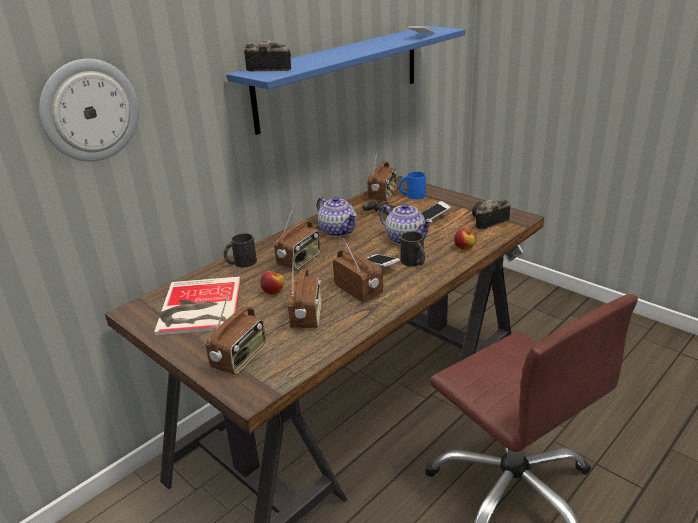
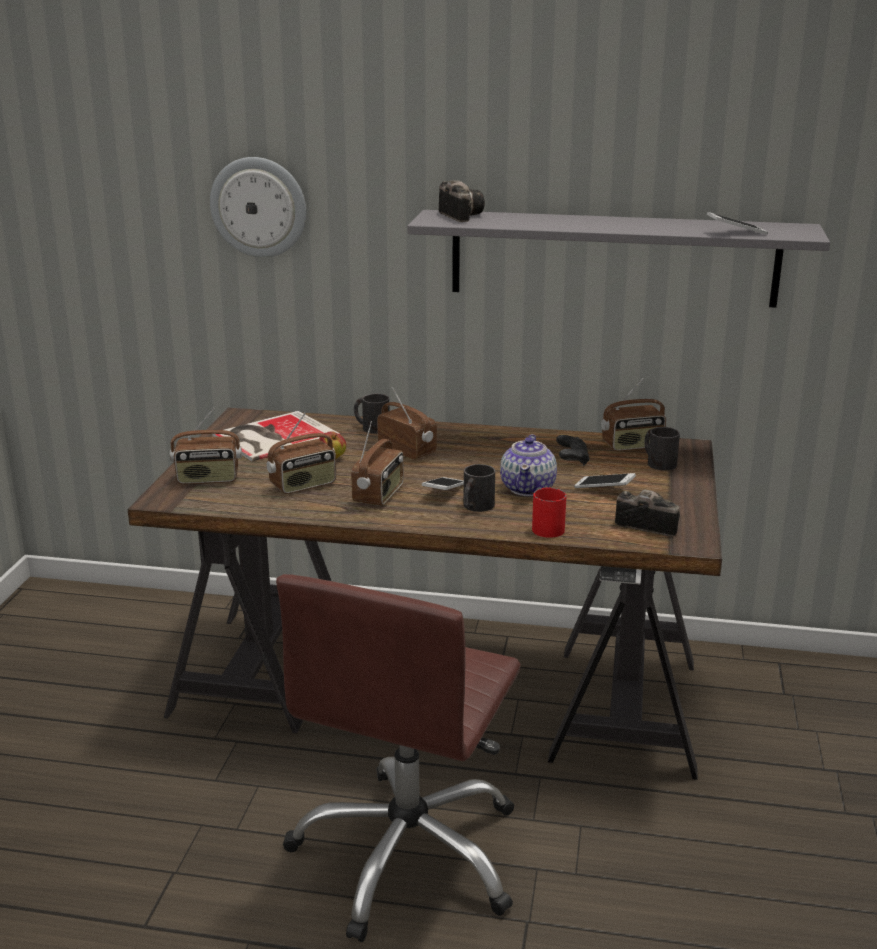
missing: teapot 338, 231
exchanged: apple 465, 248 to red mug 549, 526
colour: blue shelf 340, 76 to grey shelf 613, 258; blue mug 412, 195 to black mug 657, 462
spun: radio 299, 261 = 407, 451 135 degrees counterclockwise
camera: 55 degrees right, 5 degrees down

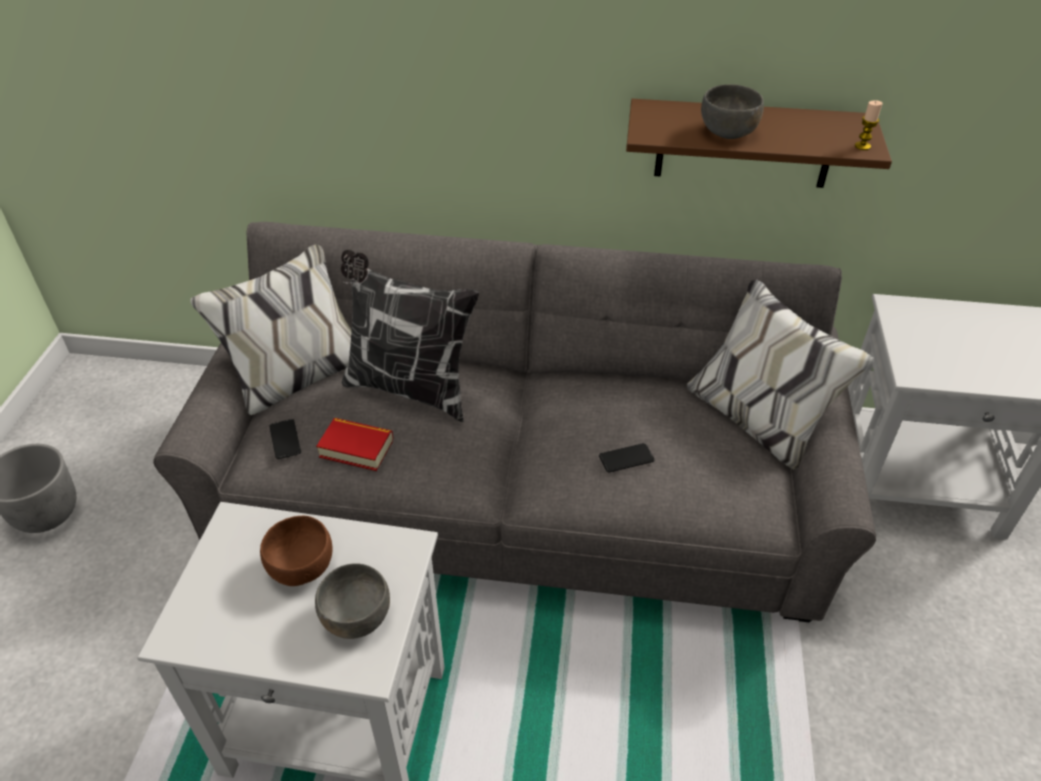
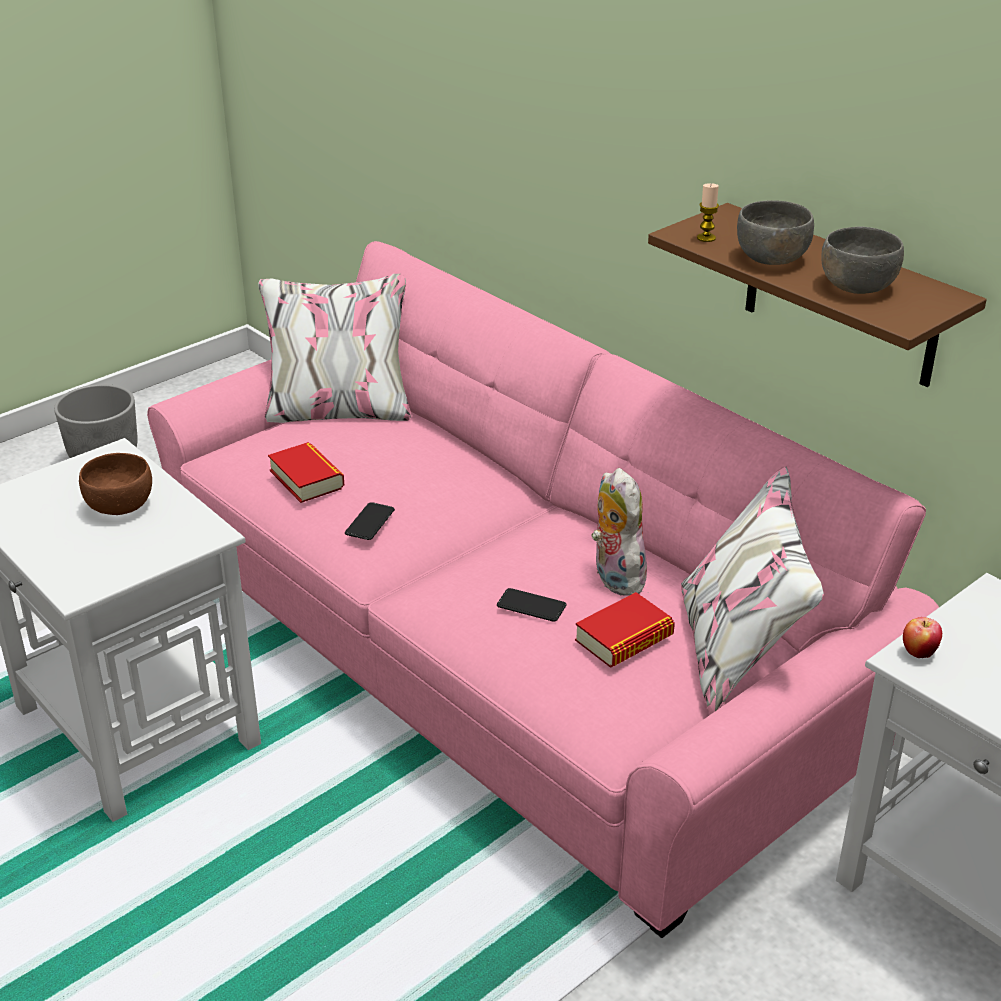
missing: pillow 409, 388
appeared: plush toy 614, 577; book 624, 638; apple 918, 652
relocated: candle 862, 146 to 706, 238; phone 285, 439 to 370, 522; grey bowl 356, 617 to 856, 286
colour: grey sofa 521, 491 to pink sofa 503, 651
camera: 40 degrees right, 10 degrees down

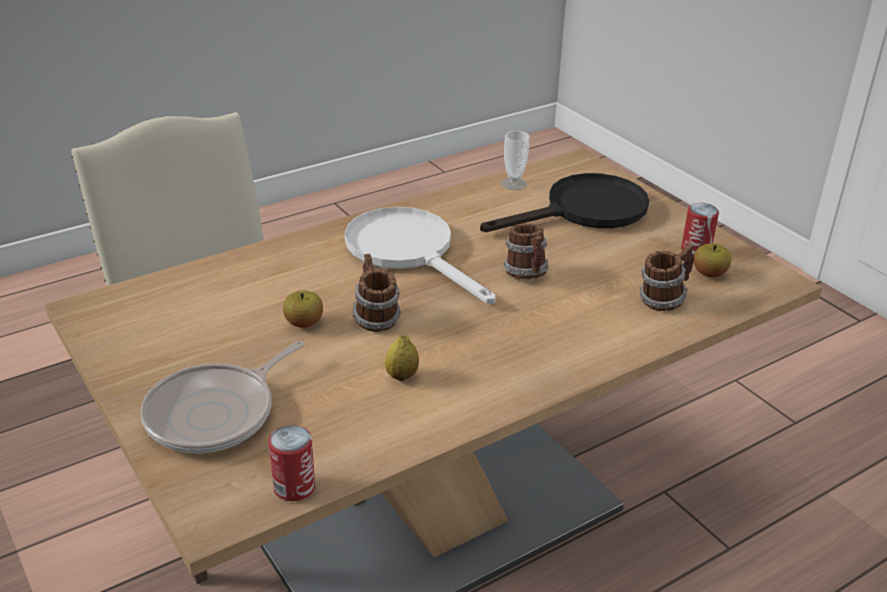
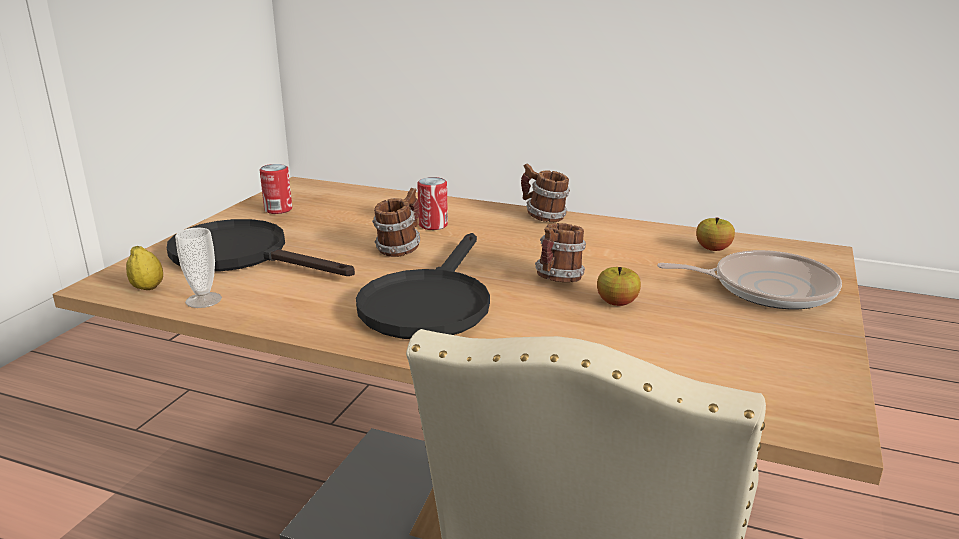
relocated: mug 663, 300 to 543, 217; apple 709, 274 to 713, 249; lemon 402, 376 to 148, 288; can 294, 487 to 433, 225
colour: white frying pan 409, 251 to black frying pan 429, 303
camera: 125 degrees left, 10 degrees down

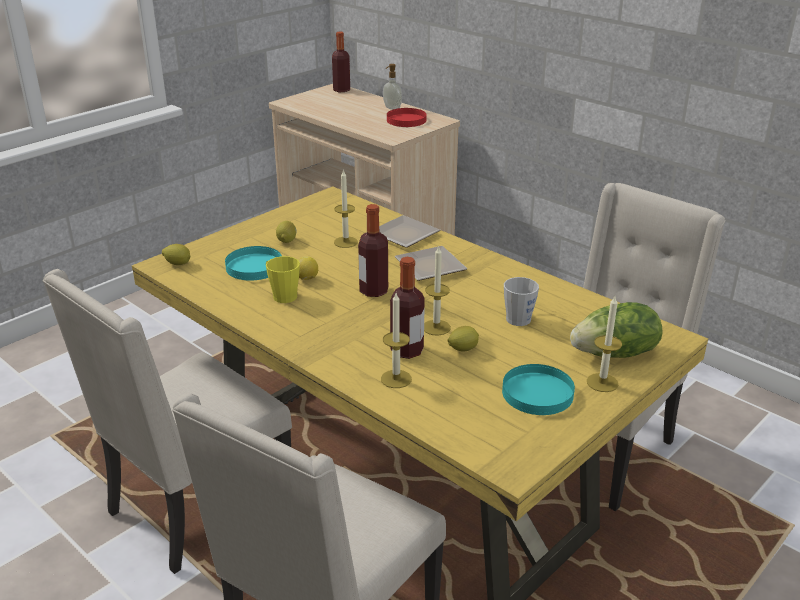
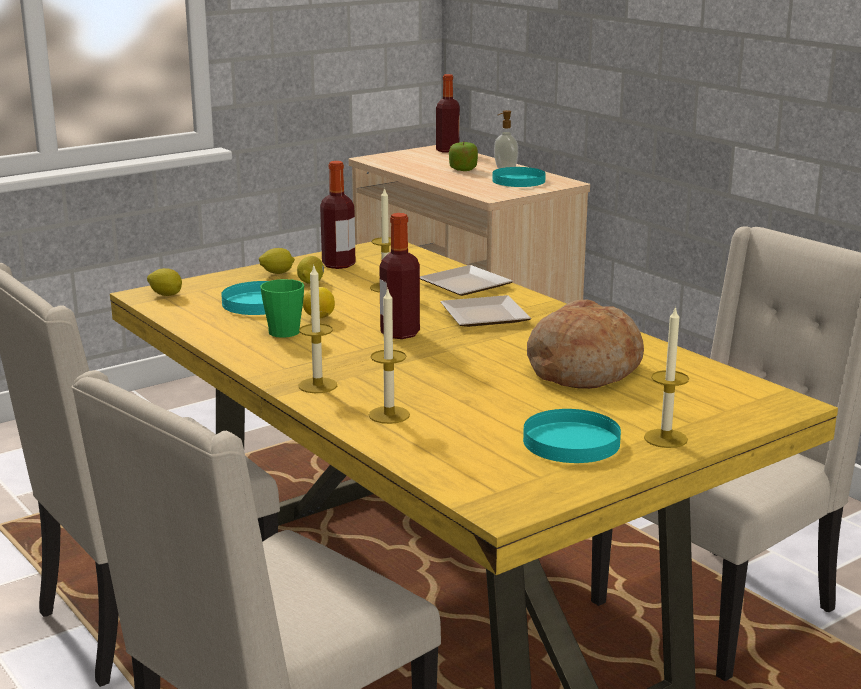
missing: lettuce 615, 354
appeared: apple 463, 169
relocated: candle 436, 327 to 317, 385; bottle 407, 351 to 338, 265; lemon 462, 349 to 277, 273
exchanged: grey mug 520, 316 to bread 583, 369
colour: red plate 406, 120 to turquoise plate 518, 180; yellow mug 282, 295 to green mug 281, 330
camera: 10 degrees right, 10 degrees down

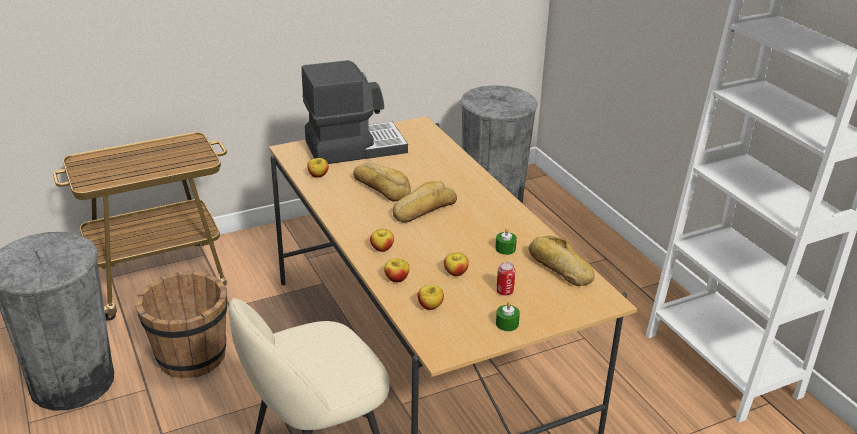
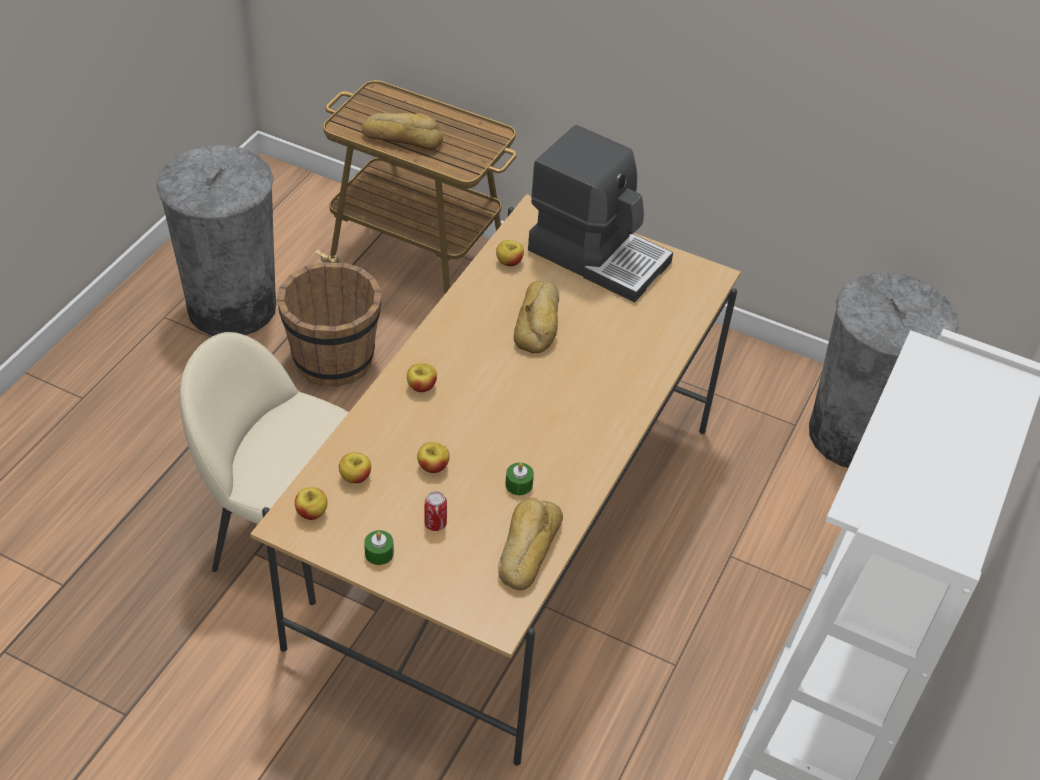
relocated: bread 423, 208 to 403, 137; apple 396, 279 to 312, 512
camera: 50 degrees right, 15 degrees up

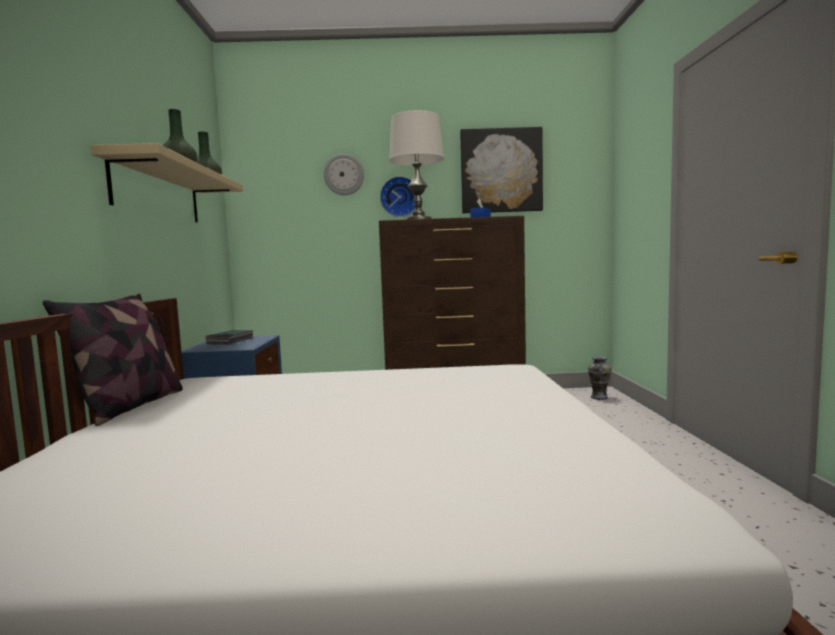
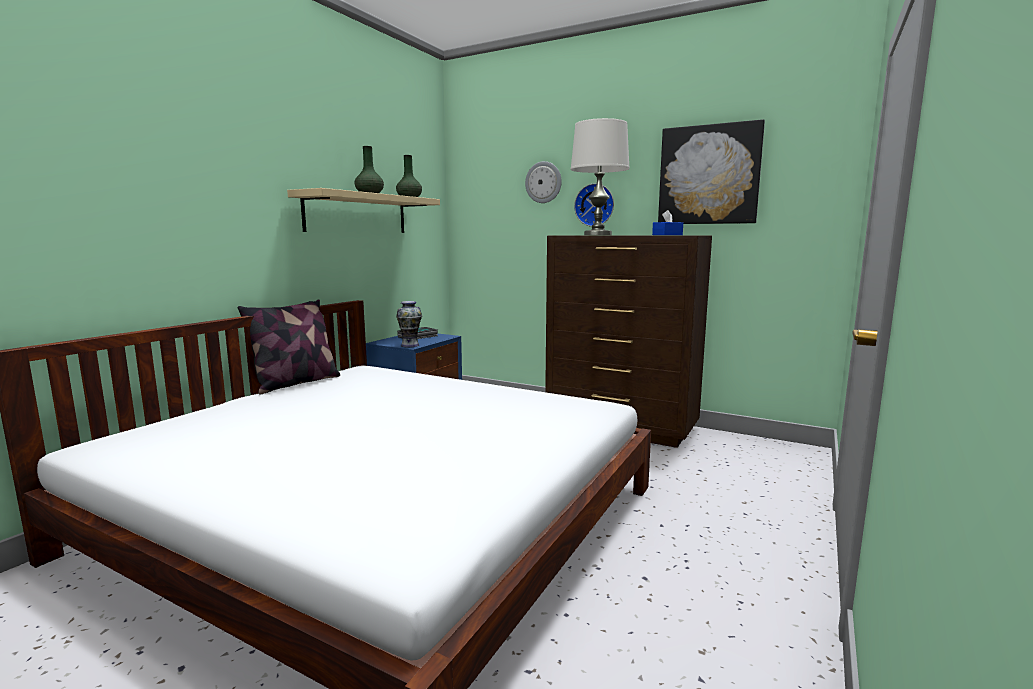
relocated: vase 599, 397 to 410, 345
camera: 30 degrees right, 5 degrees up

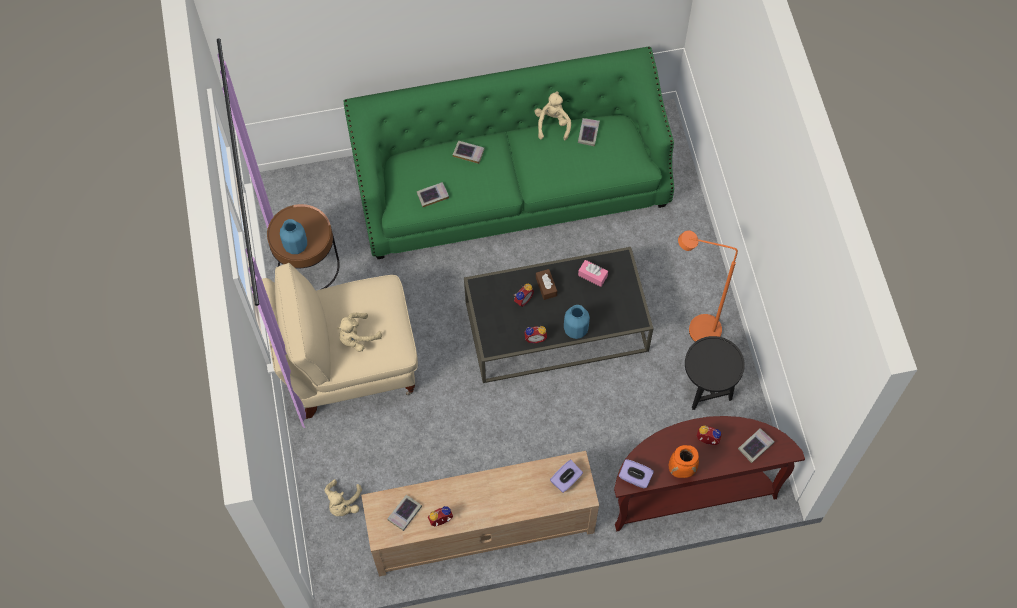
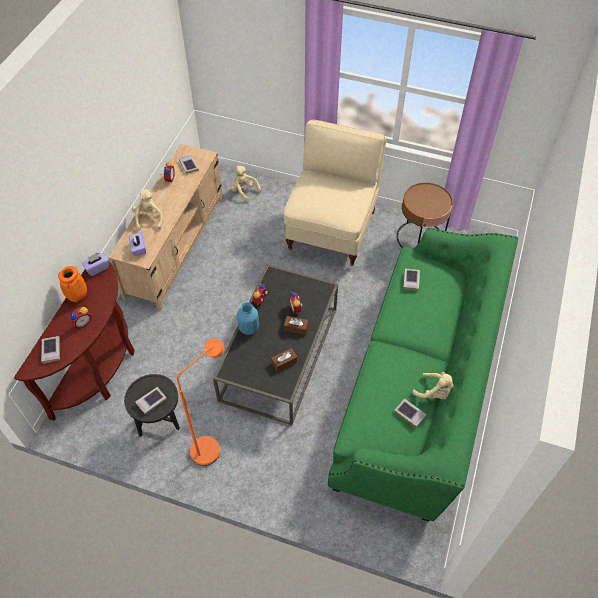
missing: blue vase 295, 245
relocated: book 468, 153 to 151, 401; beige plush toy 357, 338 to 149, 219
colour: pink tissue box 592, 275 to brown tissue box 284, 362
camera: 120 degrees right, 10 degrees down

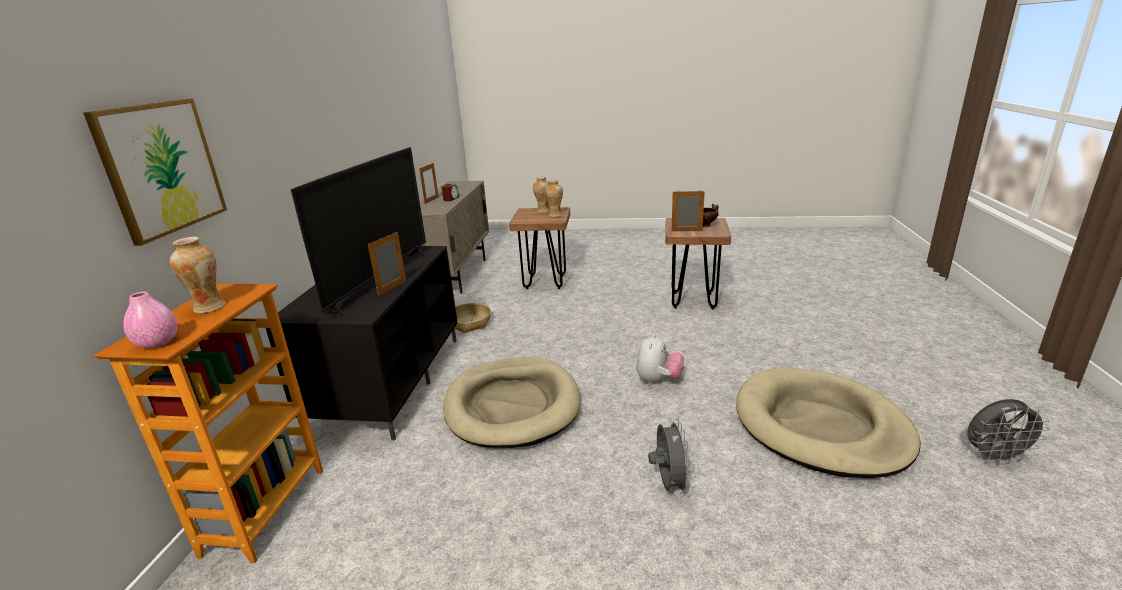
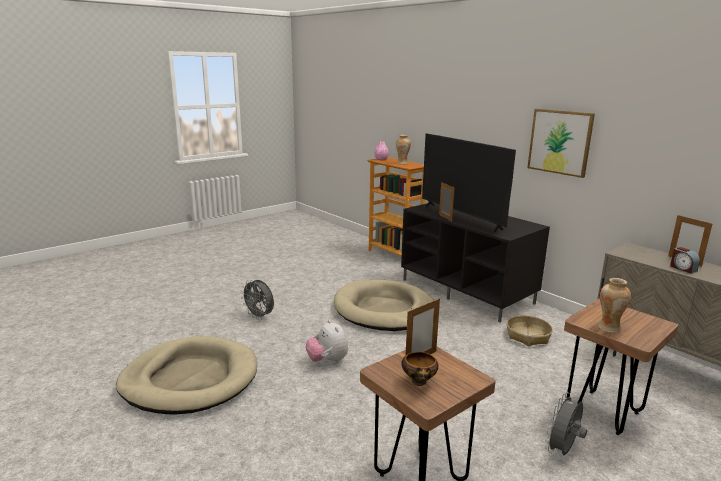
missing: vase 543, 211
relocated: picture 161, 168 to 560, 142; grey fan 995, 457 to 562, 451
camera: 130 degrees right, 5 degrees down

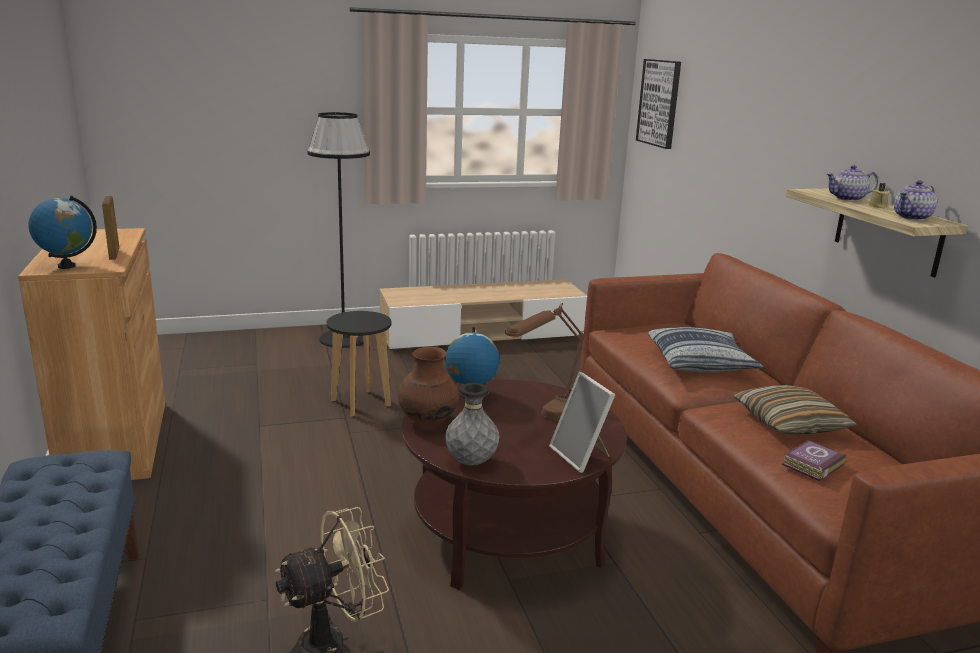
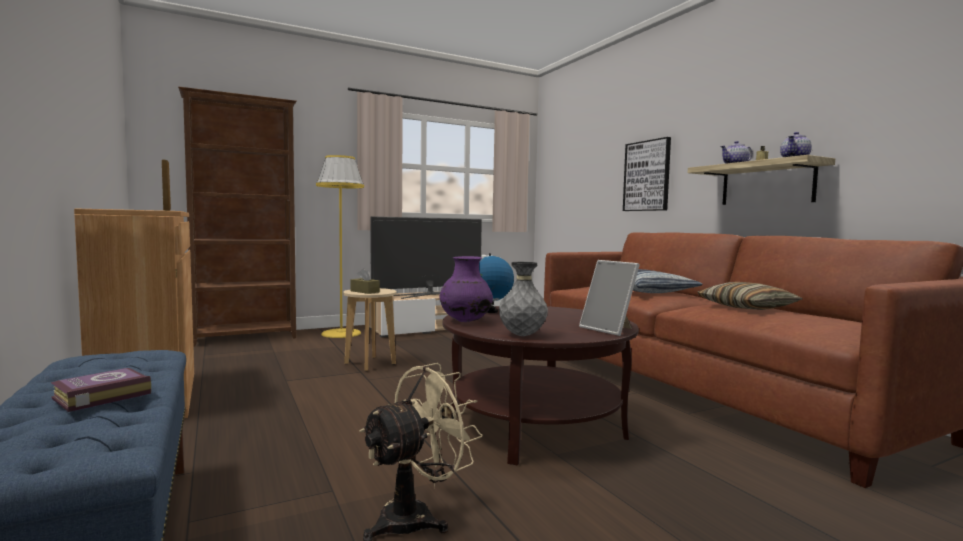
missing: globe 66, 266; brown table lamp 544, 422
appeared: brown bookcase 246, 338; television 429, 295; brown tissue box 365, 291
relocated: picture 659, 103 to 647, 176; book 811, 465 to 99, 396
colour: black floor lamp 344, 339 to yellow floor lamp 341, 333; black stool 361, 403 to beige stool 370, 364; brown vase 427, 420 to purple vase 465, 321
camera: 10 degrees left, 15 degrees down

